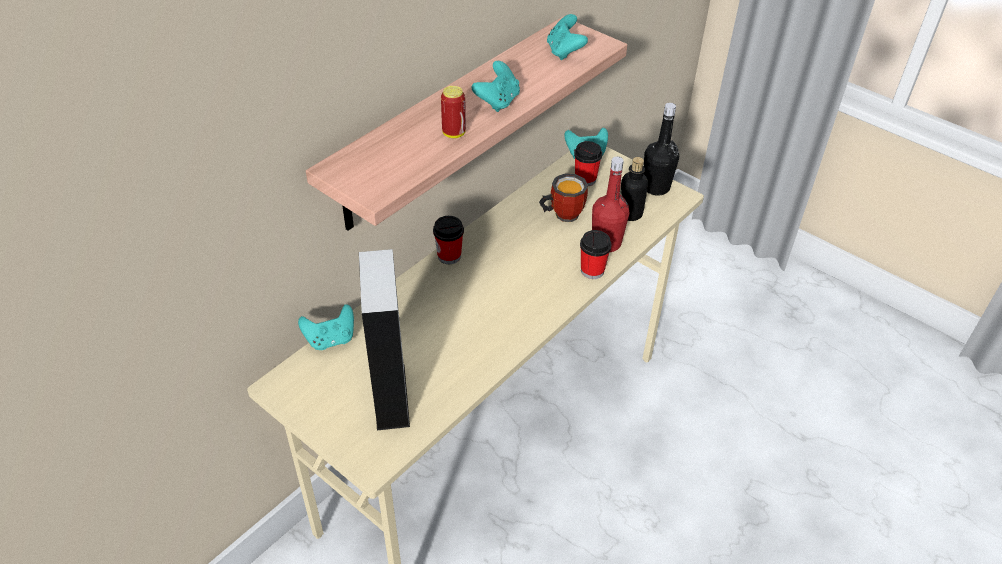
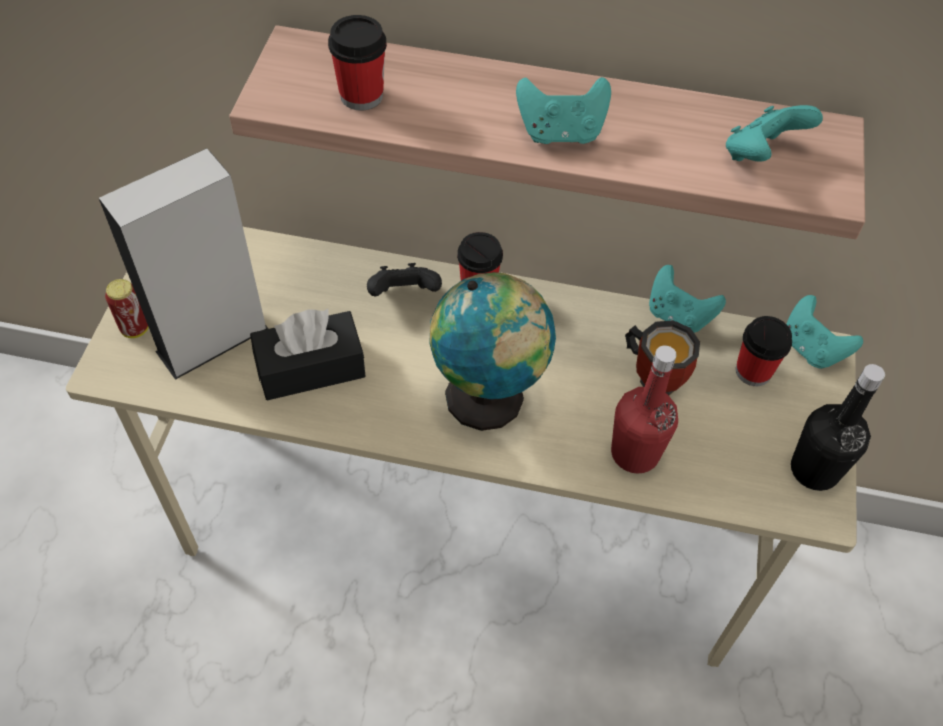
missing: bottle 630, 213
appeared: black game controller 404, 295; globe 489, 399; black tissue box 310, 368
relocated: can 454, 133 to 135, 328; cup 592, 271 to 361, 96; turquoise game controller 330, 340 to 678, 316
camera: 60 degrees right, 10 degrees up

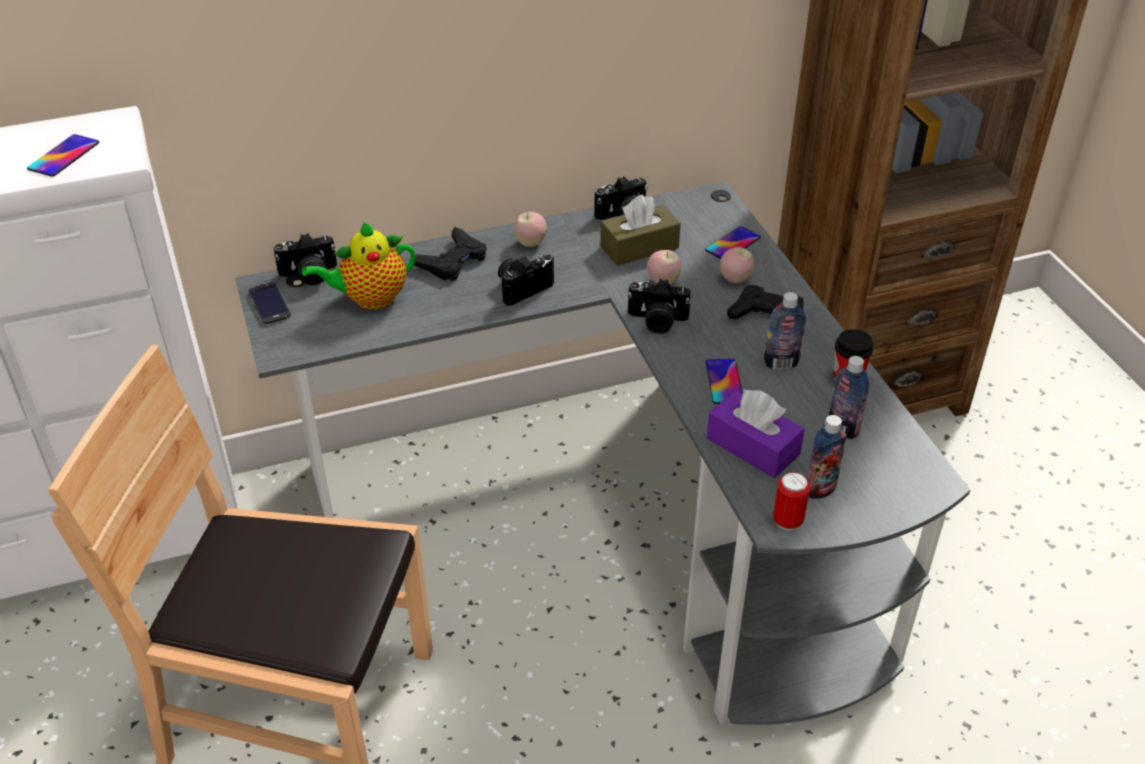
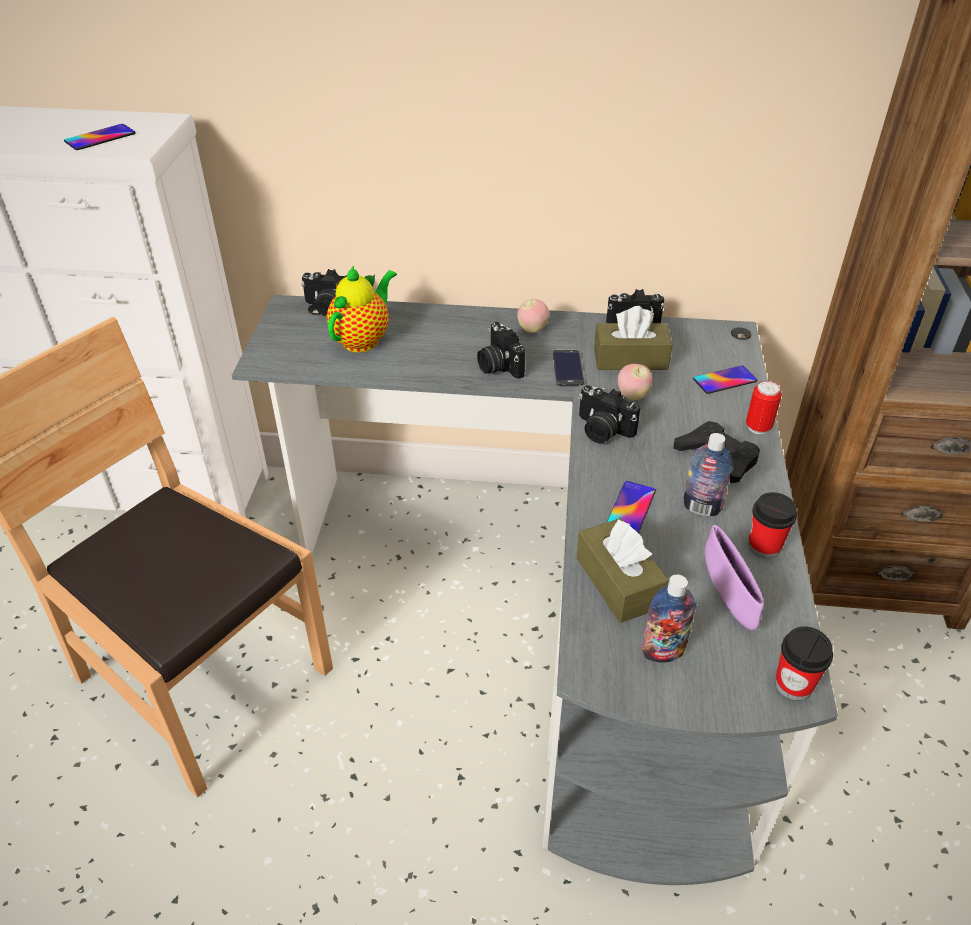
missing: black game controller 452, 261; apple 735, 279
appeared: cup 793, 684
relocated: phone 269, 303 to 567, 368; can 787, 521 to 758, 427
exchanged: bottle 843, 428 to purple bowl 727, 596
colour: purple tissue box 753, 446 to brown tissue box 618, 582
spun: teapot 370, 298 = 363, 339 120 degrees clockwise; photo camera 522, 288 = 498, 366 105 degrees counterclockwise
camera: 25 degrees right, 0 degrees up

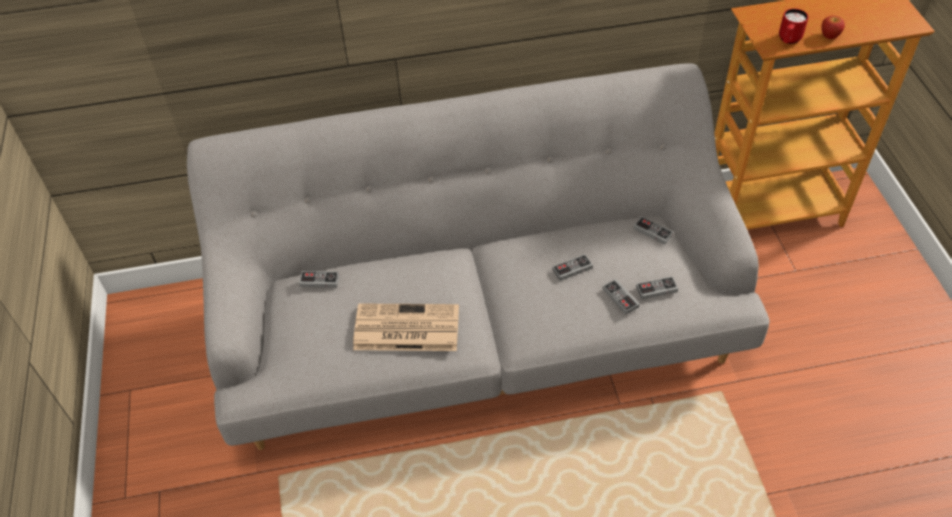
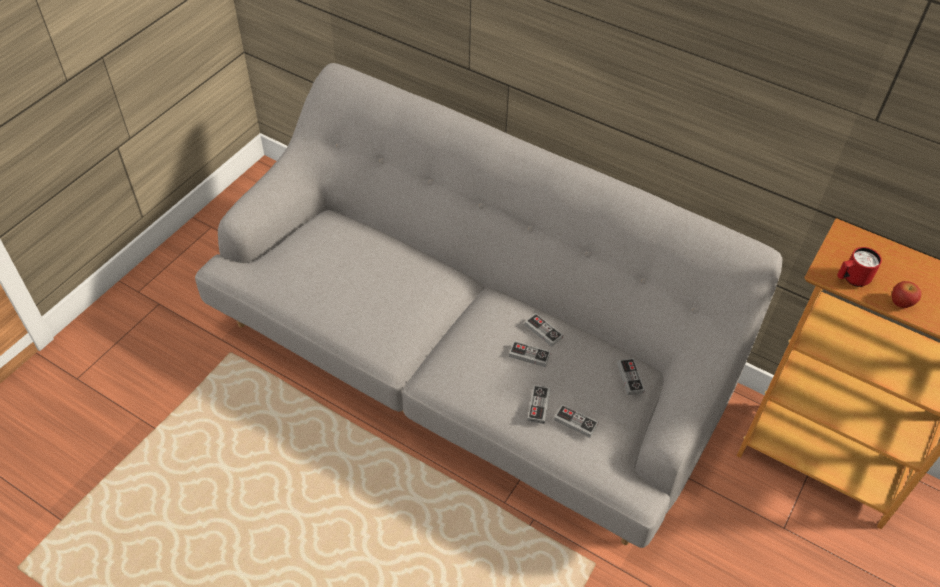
missing: newspaper 405, 329
relocated: game controller 319, 280 to 543, 331
camera: 40 degrees right, 0 degrees up

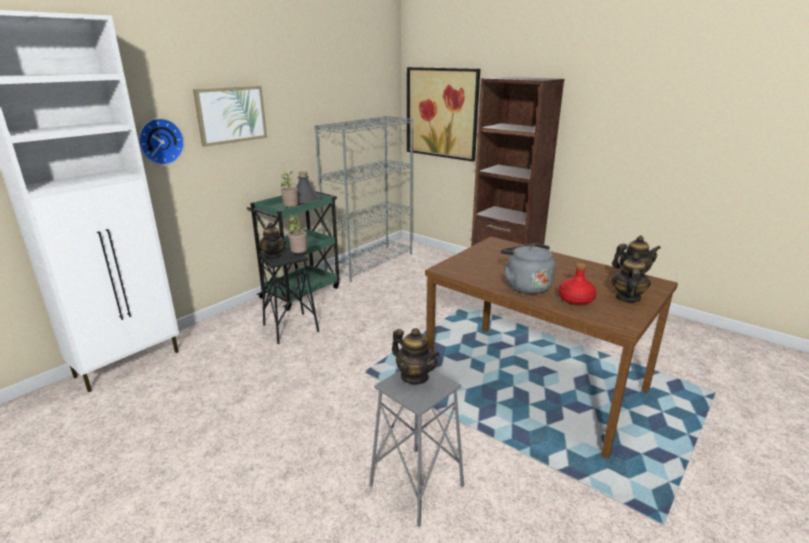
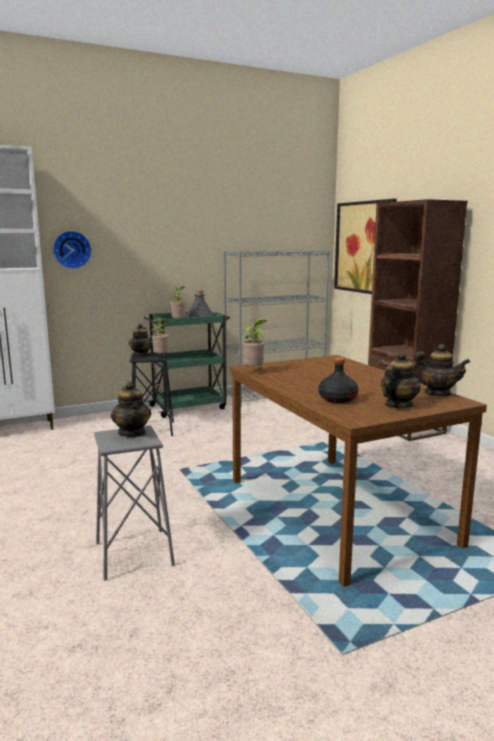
missing: picture 231, 115; grey kettle 525, 286
appeared: potted plant 254, 371
colour: red bottle 575, 299 to black bottle 337, 399
camera: 25 degrees right, 10 degrees down

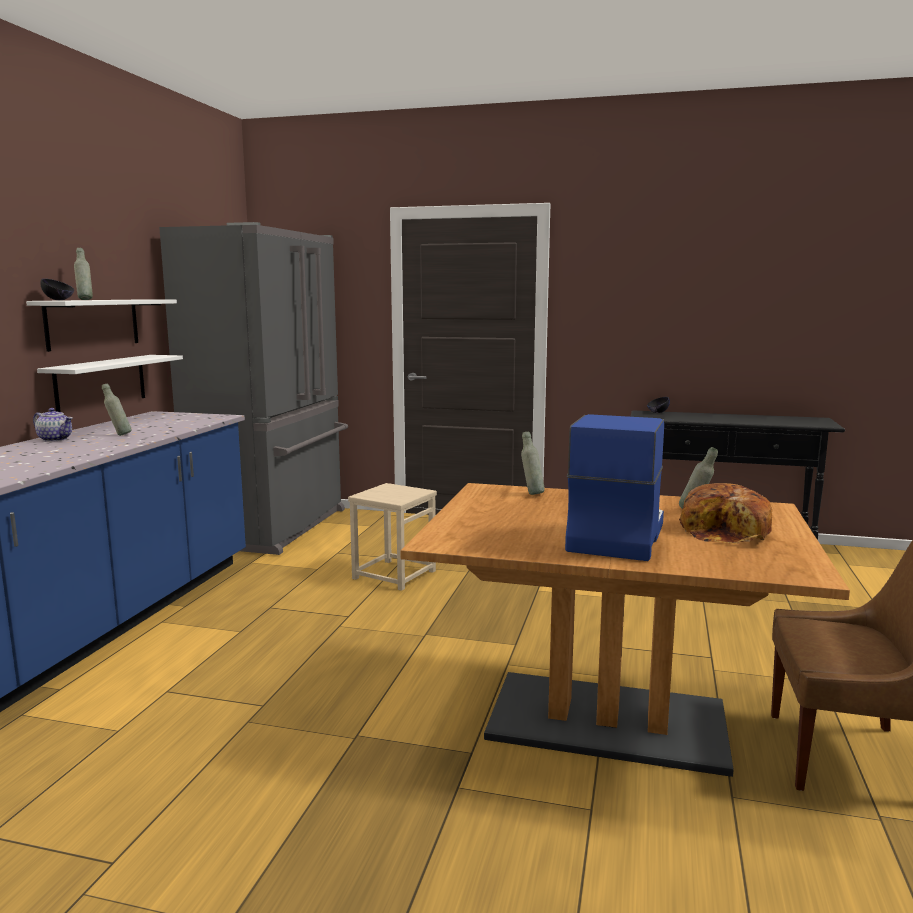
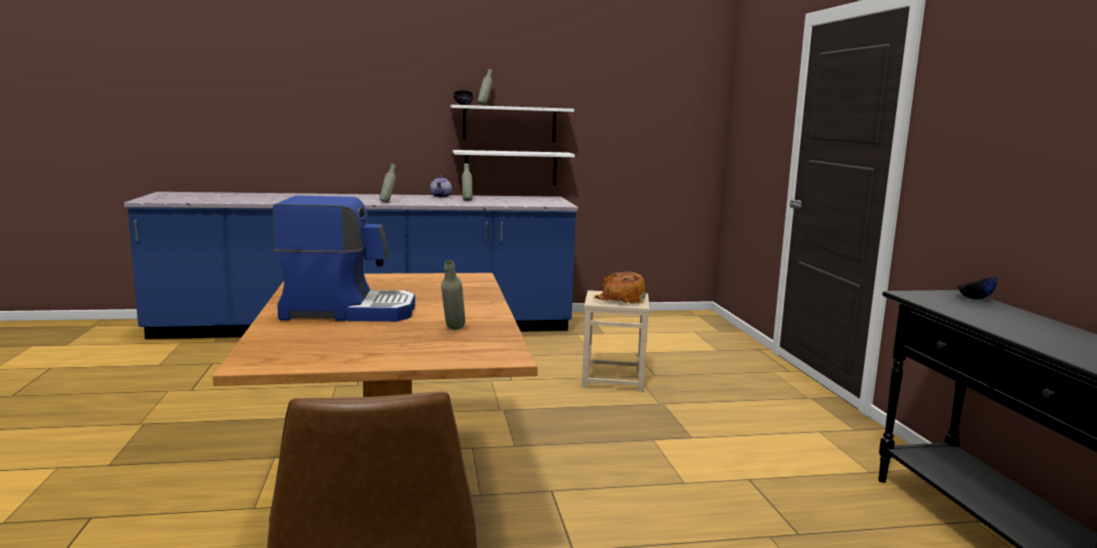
missing: grey fridge 275, 527
relocated: grey bottle 531, 493 to 388, 202; bread 727, 532 to 619, 299
camera: 65 degrees right, 0 degrees up

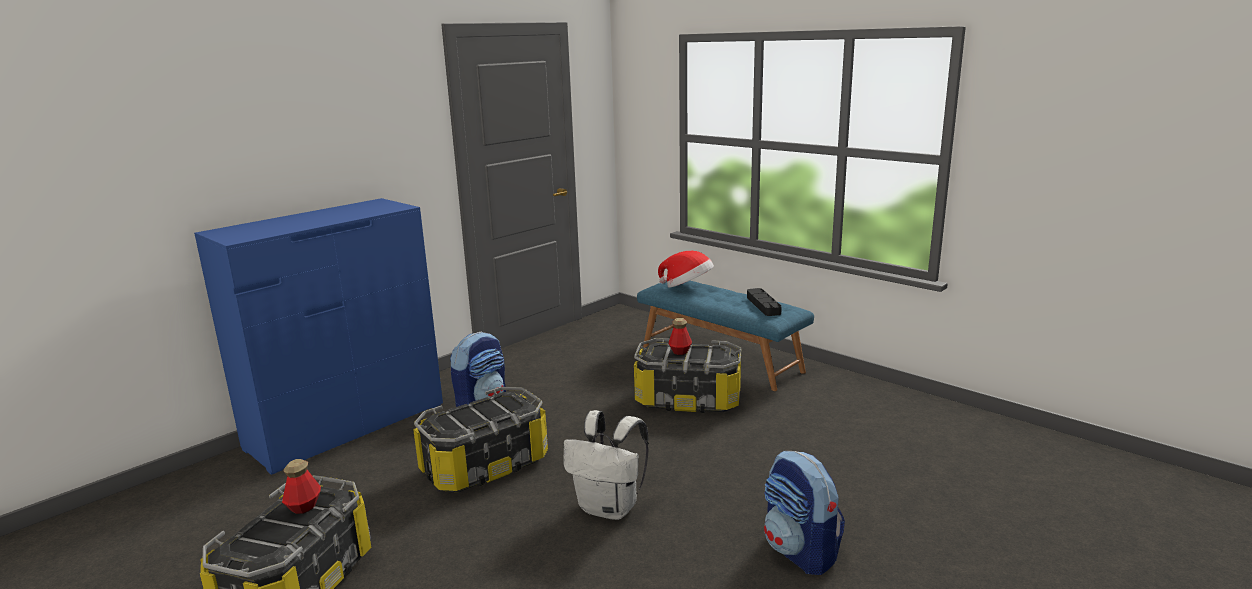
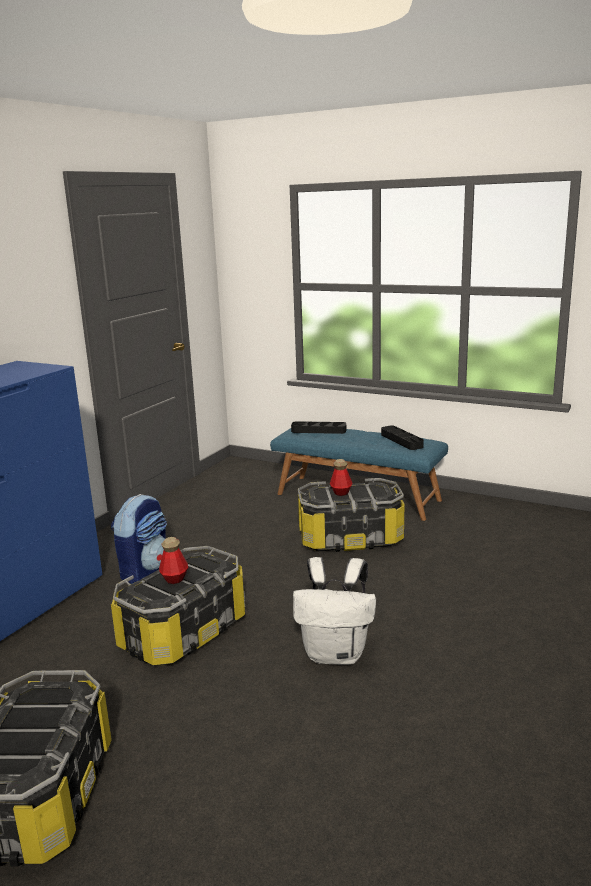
missing: backpack 800, 552
relocated: bottle 304, 507 to 174, 578
exchanged: hat 687, 287 to black tray 318, 430
camera: 15 degrees left, 0 degrees up

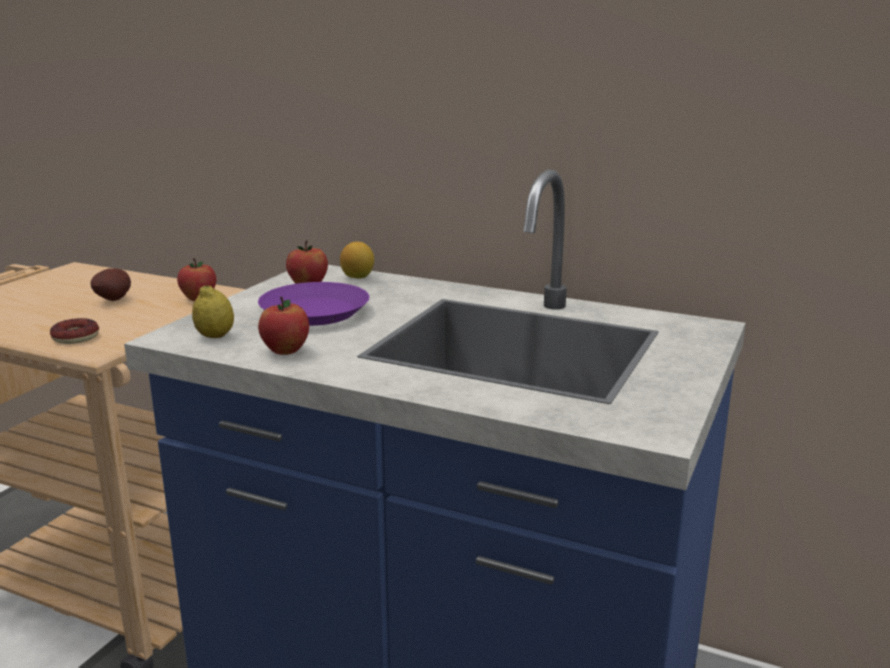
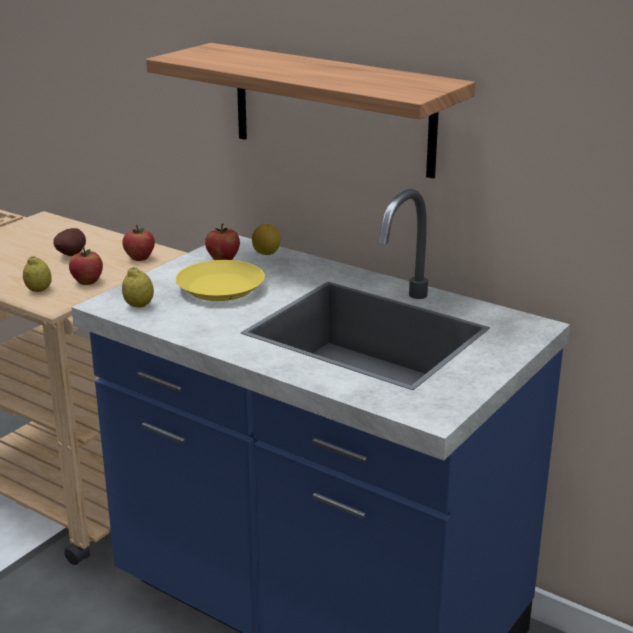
appeared: shelf 332, 109
relocated: apple 285, 351 to 87, 282
exchanged: donut 75, 337 to lemon 39, 290
colour: purple plate 313, 312 to yellow plate 219, 287
camera: 10 degrees right, 5 degrees up

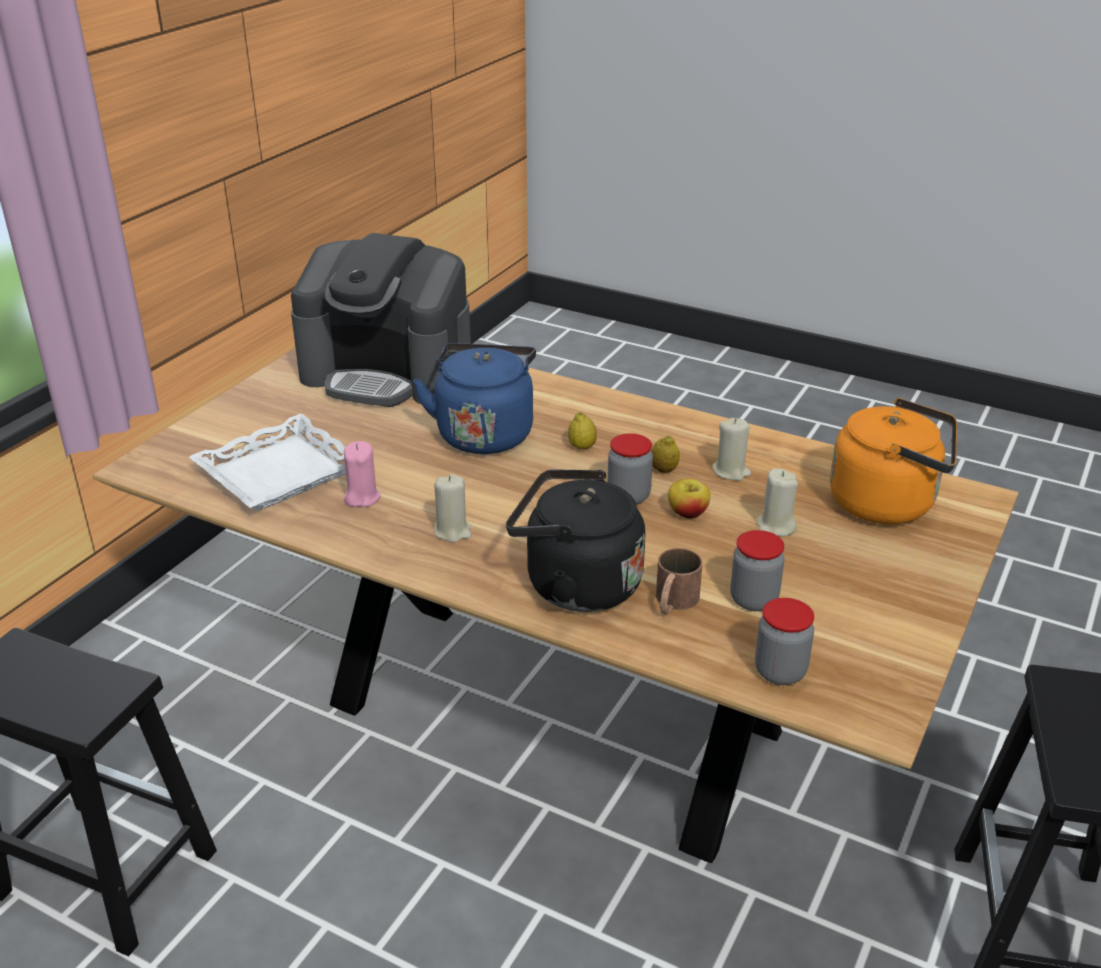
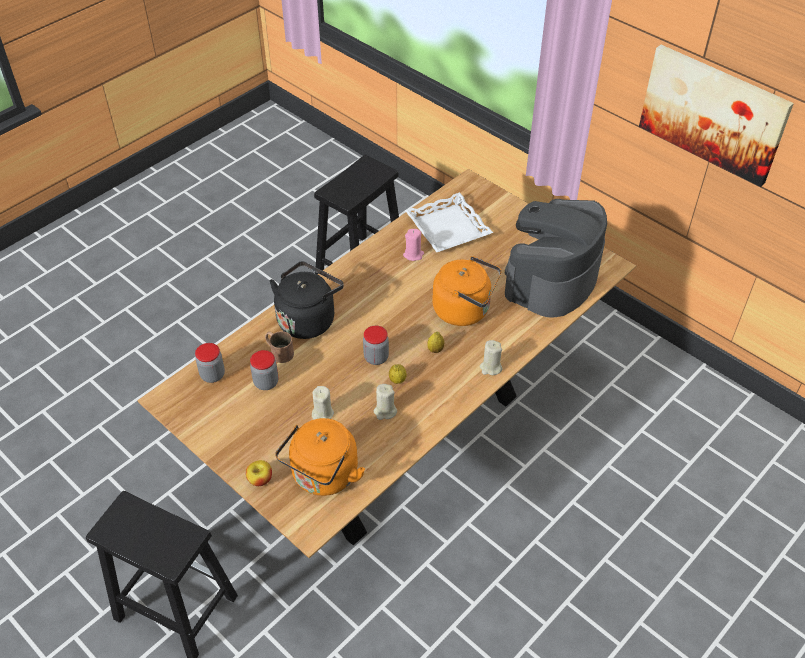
appeared: picture 713, 113
relocated: beige candle 453, 531 to 490, 368; apple 687, 513 to 260, 480
colour: blue kettle 484, 433 to orange kettle 465, 310
camera: 105 degrees right, 15 degrees up

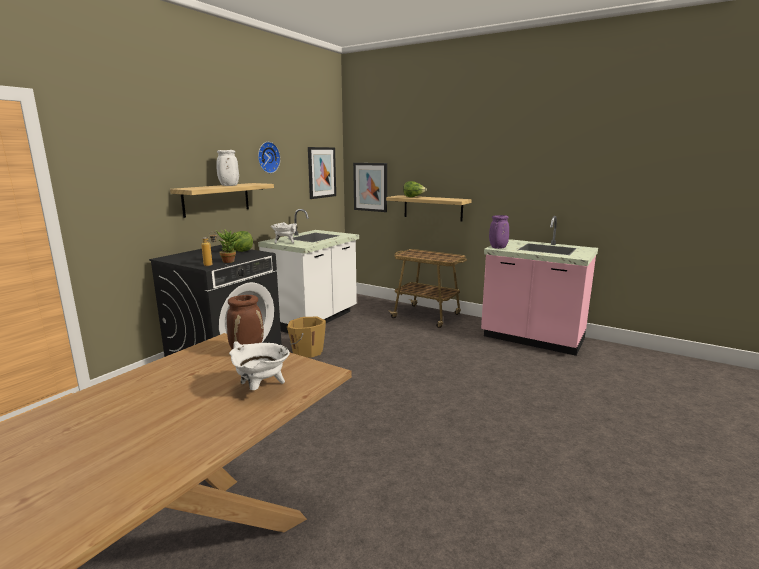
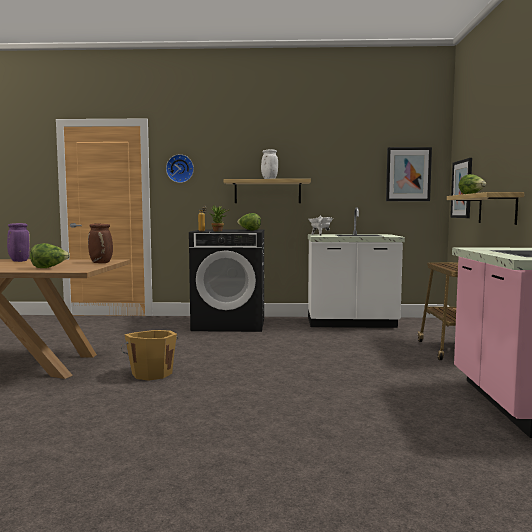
relocated: wall clock 267, 157 to 180, 168; purple vase 498, 248 to 19, 261; orange bucket 307, 351 to 151, 373
exchanged: white cooking pot 261, 388 to lettuce 49, 268
camera: 60 degrees right, 10 degrees down

